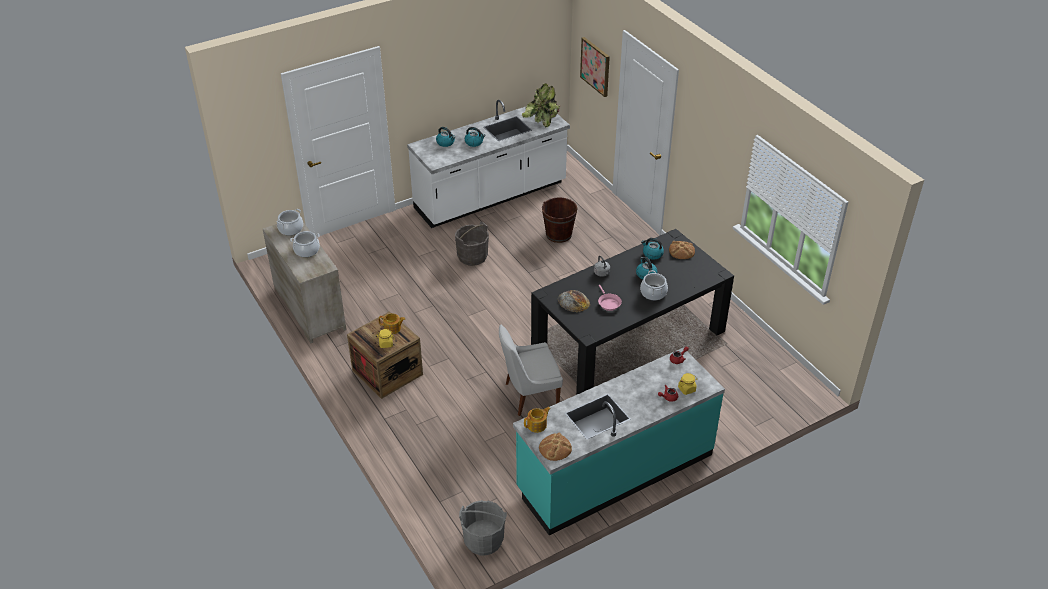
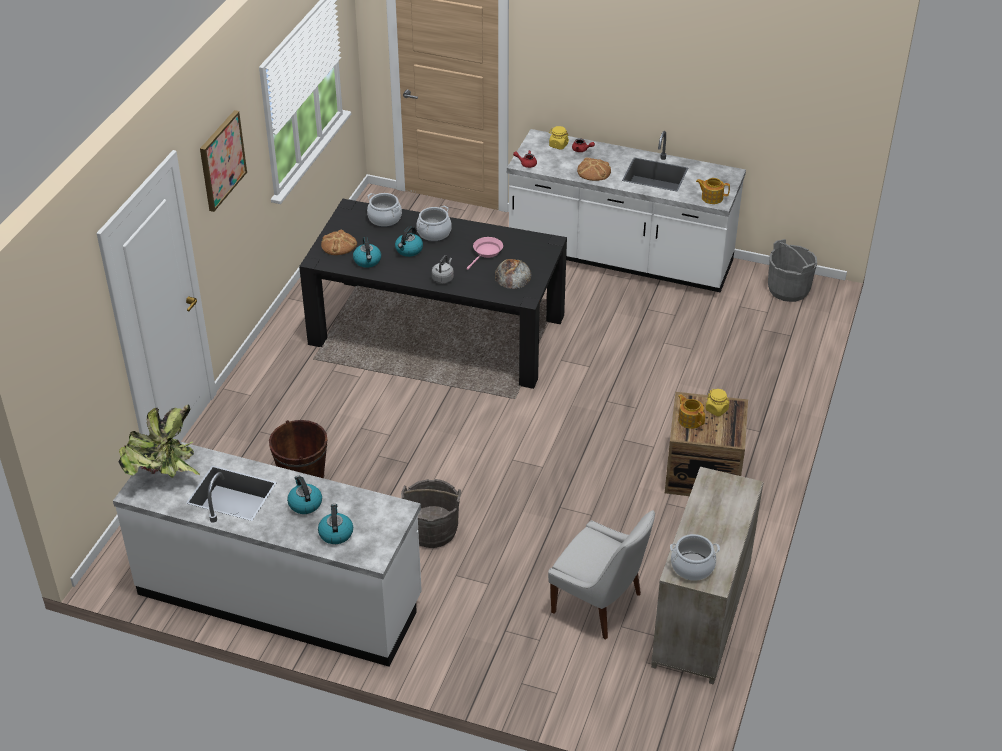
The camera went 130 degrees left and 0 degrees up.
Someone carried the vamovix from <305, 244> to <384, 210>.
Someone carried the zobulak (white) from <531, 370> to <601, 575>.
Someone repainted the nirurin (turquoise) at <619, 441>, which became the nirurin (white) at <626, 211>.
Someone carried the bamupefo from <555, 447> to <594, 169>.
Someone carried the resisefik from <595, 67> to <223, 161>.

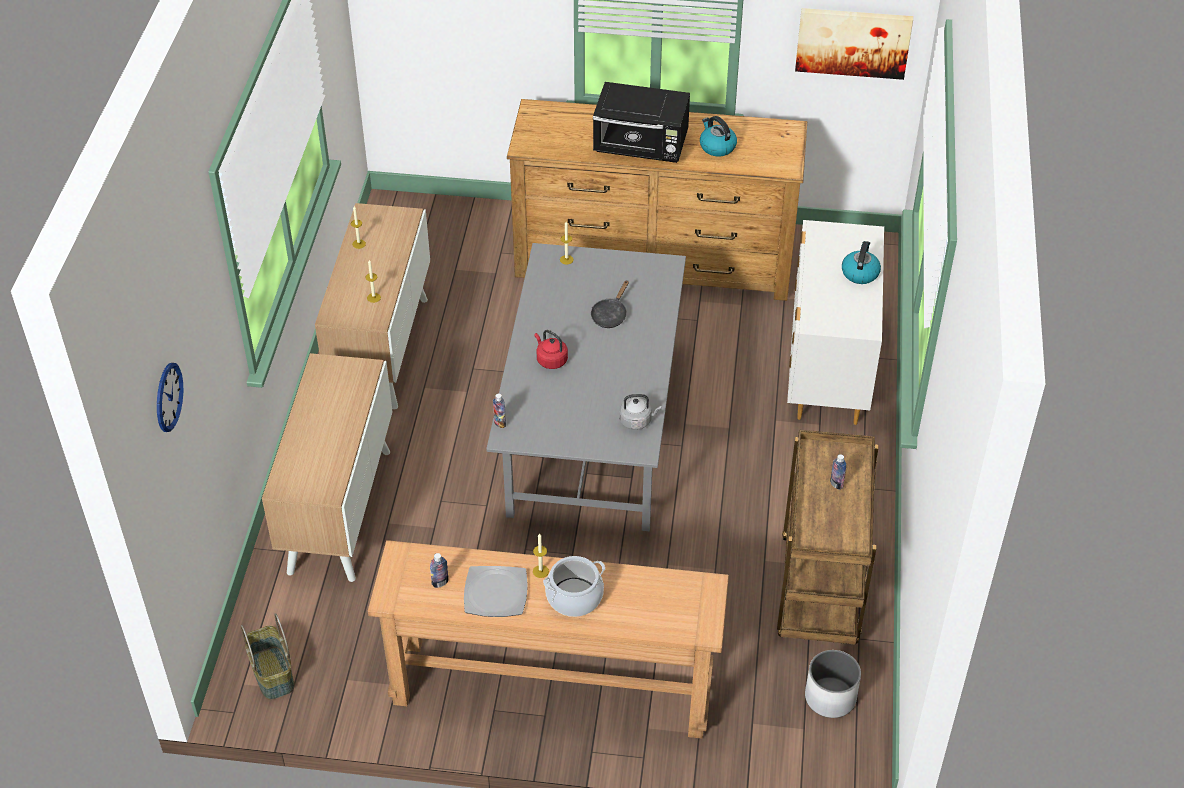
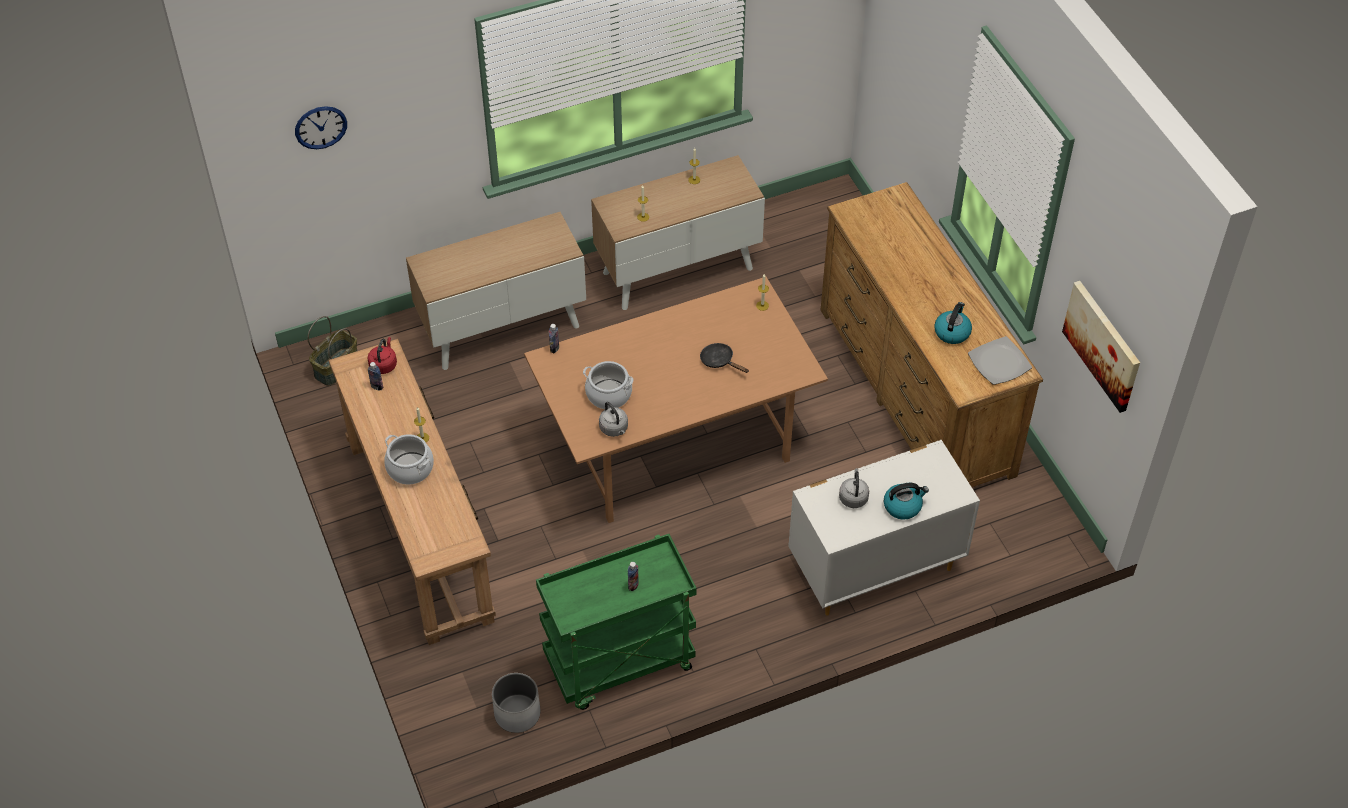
The camera went 60 degrees right and 5 degrees up.
Someone carried the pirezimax from <496, 591> to <1000, 360>.
Someone repainted the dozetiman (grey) at <586, 387>, which became the dozetiman (brown) at <676, 400>.
Someone carried the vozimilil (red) from <551, 349> to <382, 355>.
Someone rotated the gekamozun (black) at <610, 304> by 45 degrees clockwise.
Someone took away the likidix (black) at <641, 122>.
Someone repainted the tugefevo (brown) at <827, 537>, which became the tugefevo (green) at <616, 622>.
Someone put down the vamovix at <608, 385>.
Someone put down the vozimilil (grey) at <854, 488>.

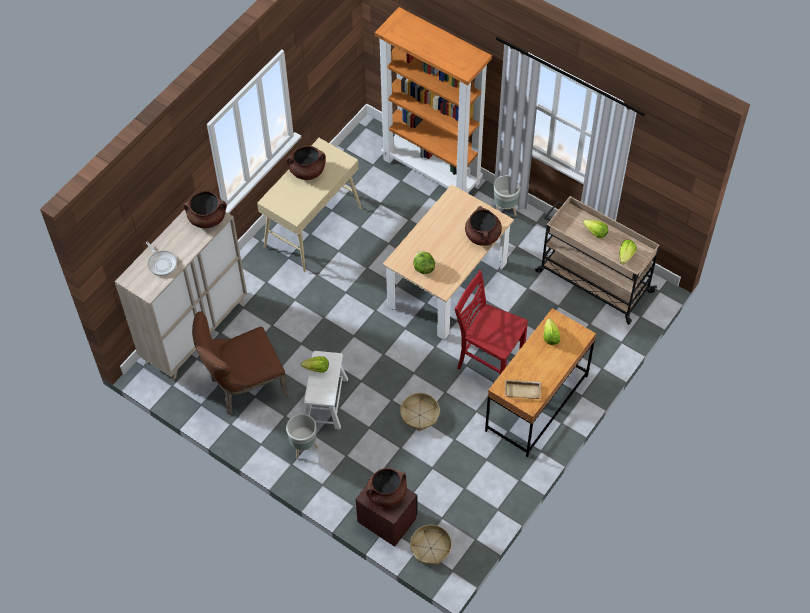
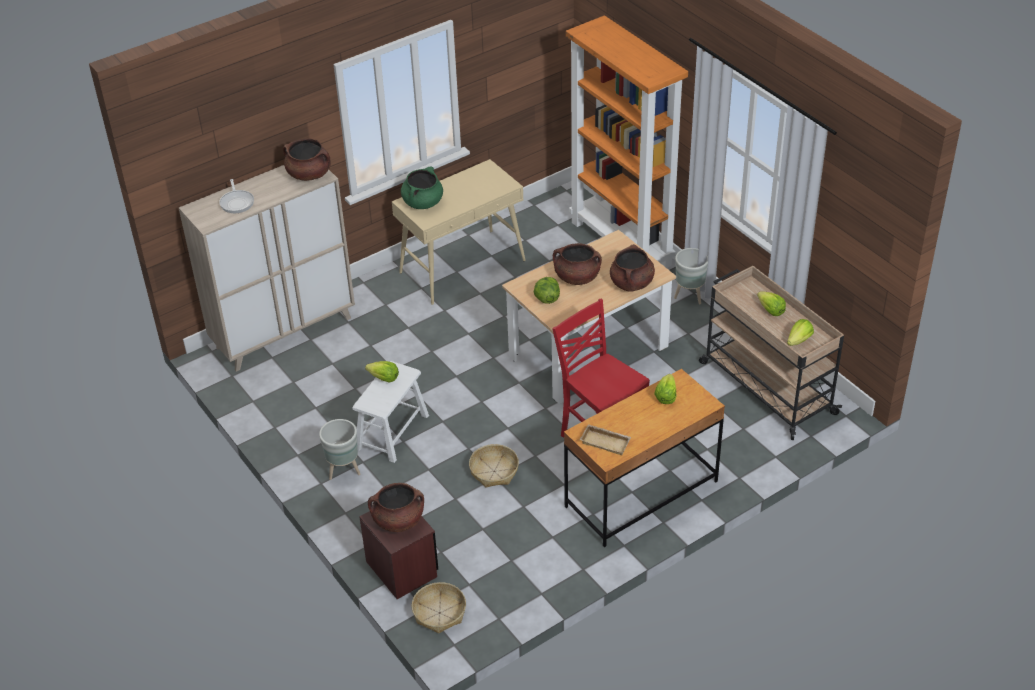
The camera went 20 degrees right and 15 degrees down.
Someone took away the zobulak (brown) at <240, 363>.
Someone carried the vamovix (brown) from <306, 163> to <577, 264>.
Someone put down the vamovix (green) at <422, 188>.

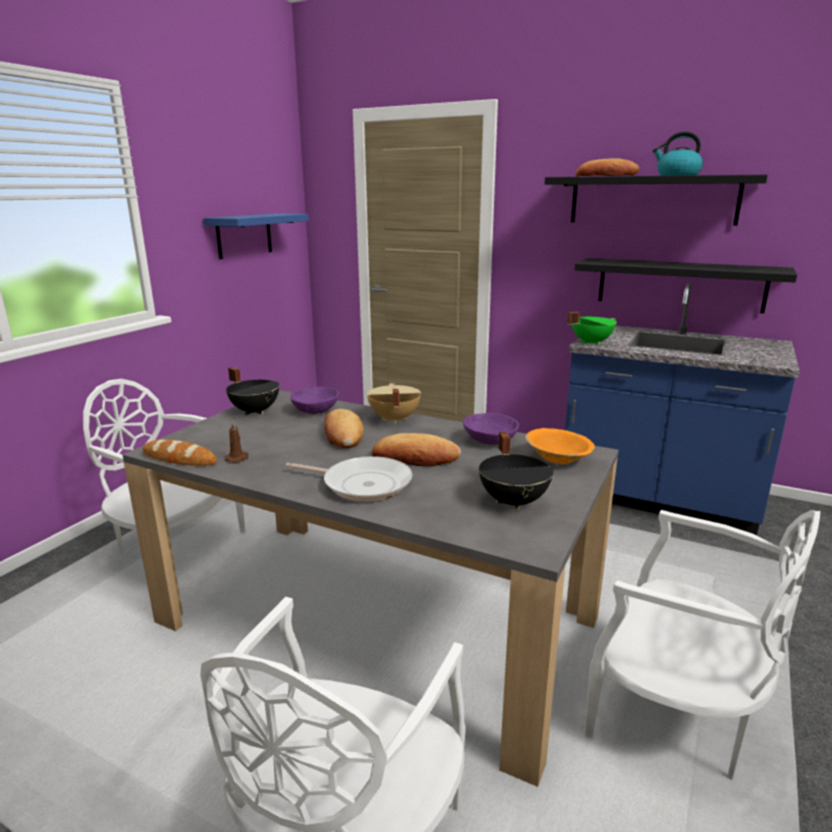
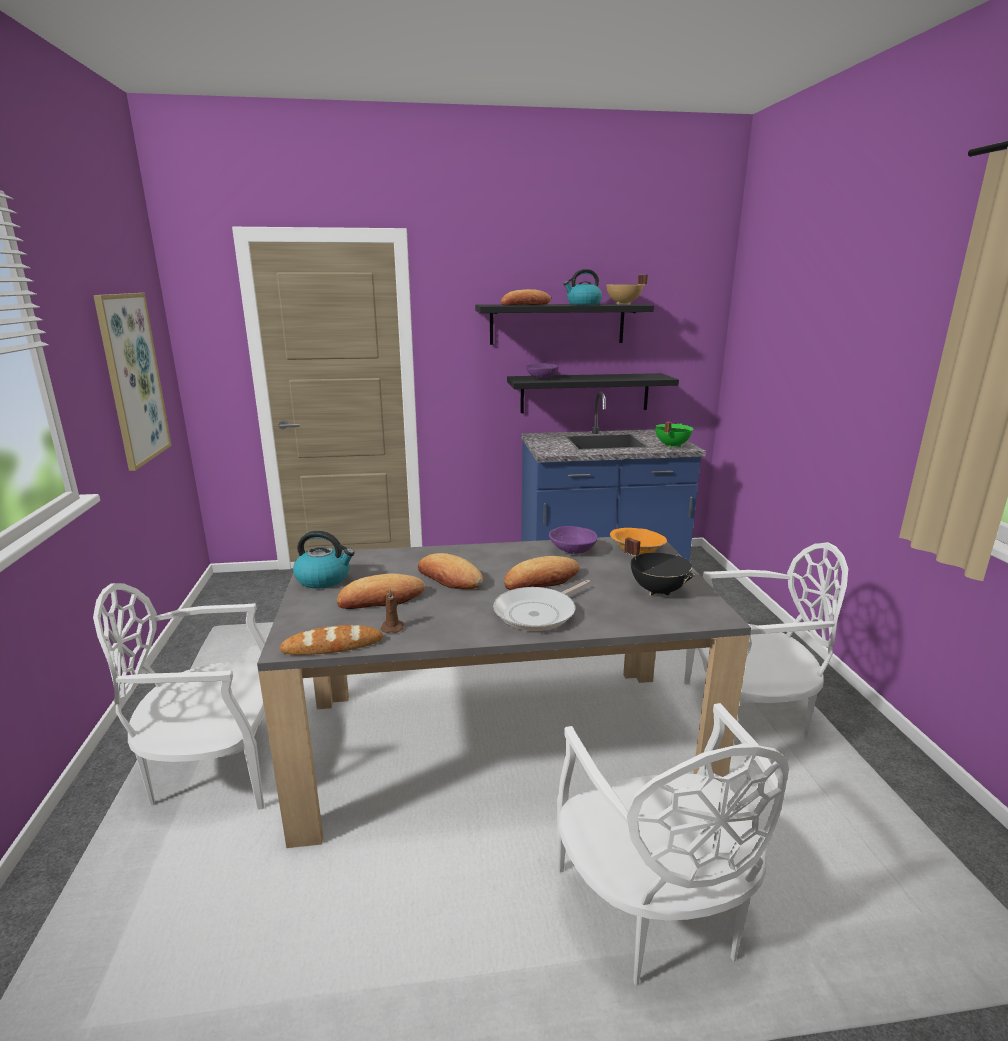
The camera went 35 degrees left and 0 degrees up.
Someone swapped the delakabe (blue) at <256, 236> for the resisefik at <132, 382>.
Someone swapped the vamovix (black) at <252, 391> for the vozimilil at <324, 559>.
Someone rotated the gekamozun at <349, 478> by 150 degrees clockwise.
Someone carried the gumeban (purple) from <314, 400> to <542, 371>.
Someone carried the vamovix (beige) from <394, 403> to <627, 290>.
Someone carried the vamovix (green) from <592, 328> to <674, 435>.
Someone put down the bamupefo at <381, 591>.

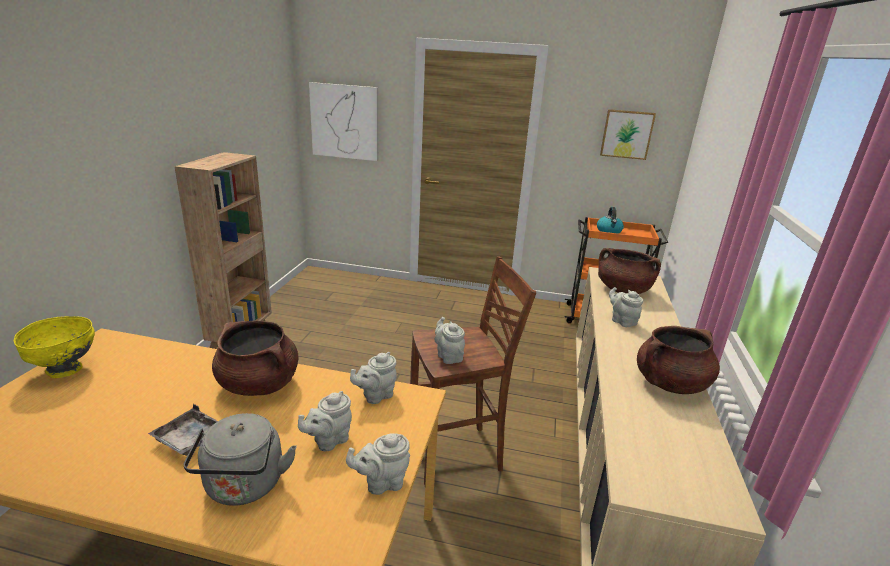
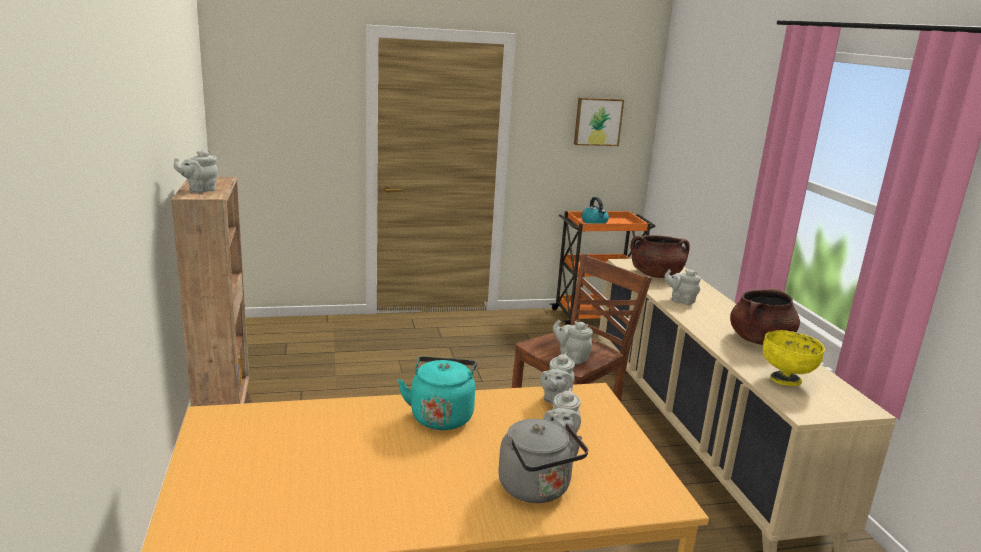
The camera went 25 degrees left and 5 degrees down.
Someone carried the gumeban (yellow) from <54, 347> to <794, 358>.
Someone took away the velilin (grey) at <183, 430>.
Someone swapped the vamovix (brown) at <255, 358> for the vozimilil (turquoise) at <437, 393>.
Someone took away the resisefik at <343, 121>.
Someone carried the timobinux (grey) from <378, 464> to <196, 171>.

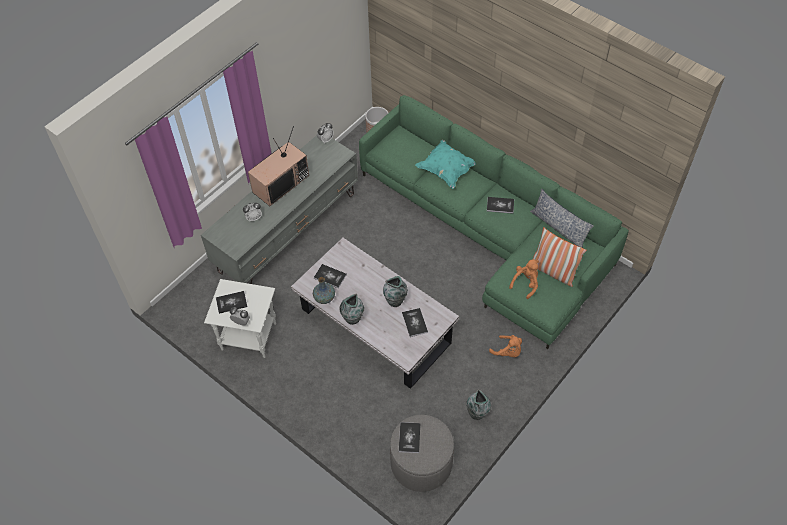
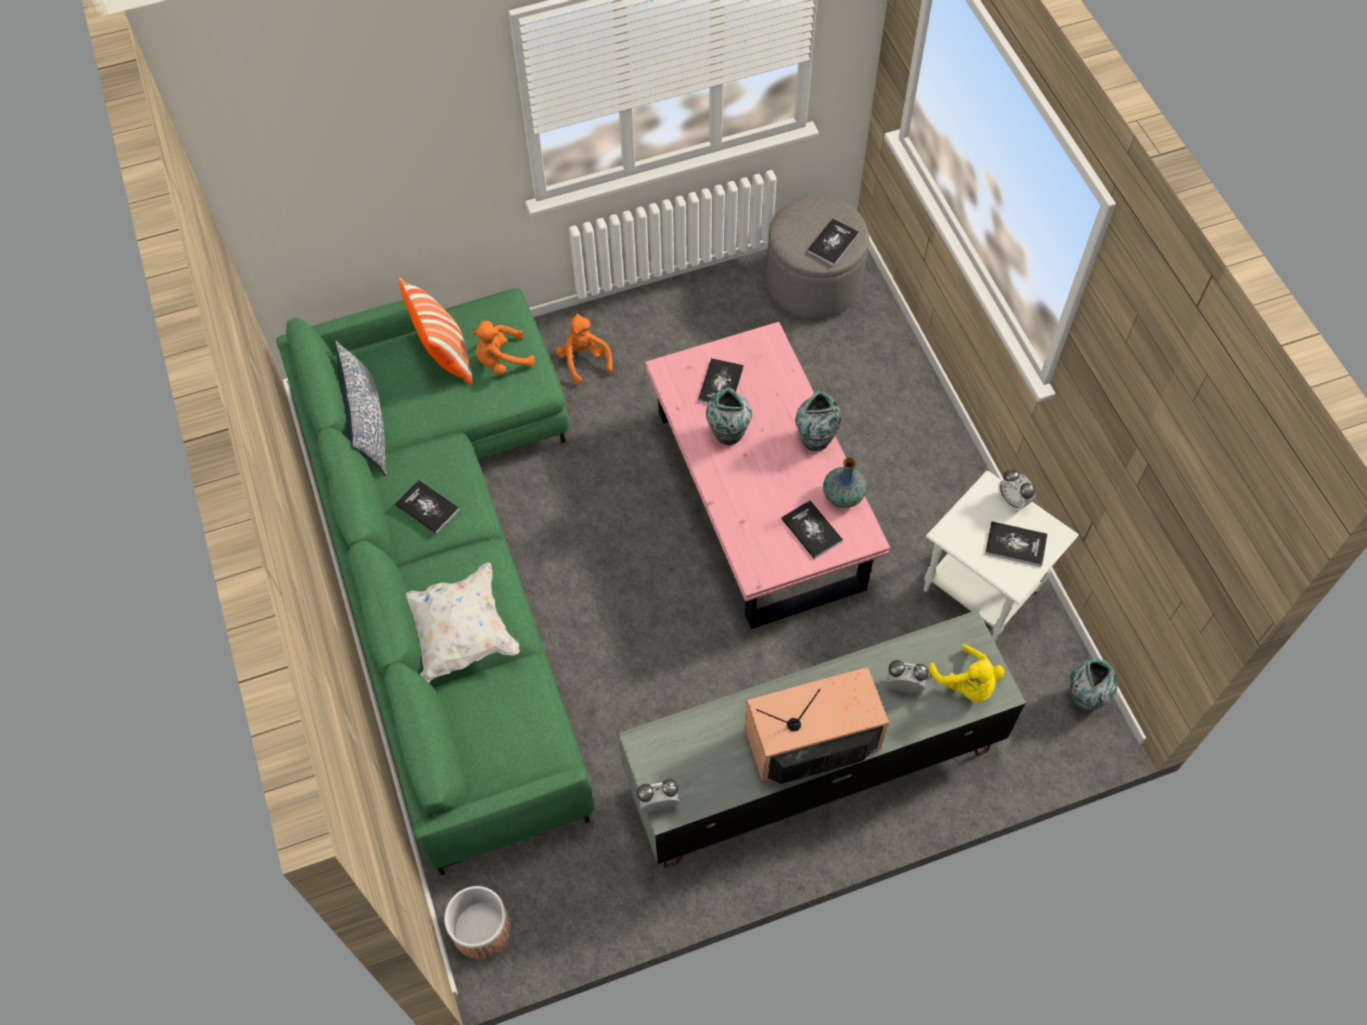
The camera went 150 degrees left and 5 degrees up.
Someone repainted the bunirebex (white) at <375, 313>, which became the bunirebex (pink) at <767, 475>.
Someone repainted the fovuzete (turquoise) at <445, 164>, which became the fovuzete (white) at <463, 623>.
Someone carried the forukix from <478, 404> to <1093, 685>.
Someone put down the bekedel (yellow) at <967, 673>.

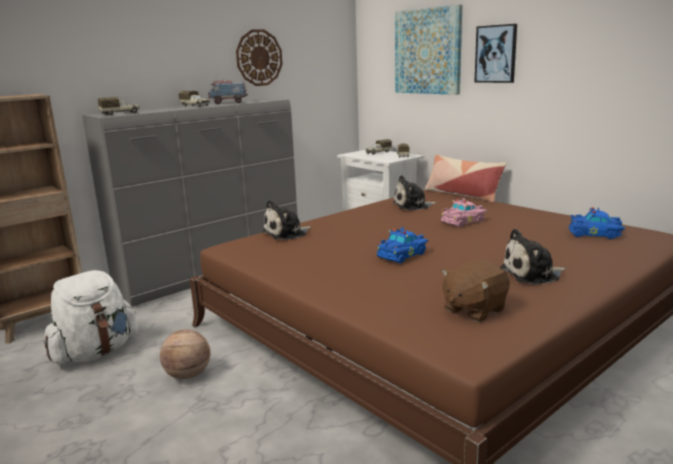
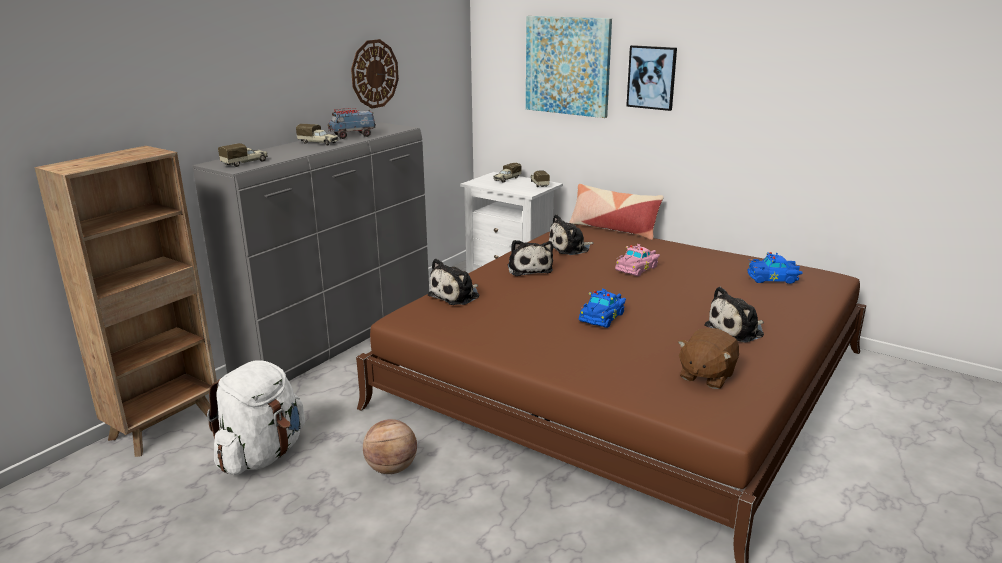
The camera went 15 degrees left and 5 degrees up.
Someone put down the bekedel at <530, 258>.

